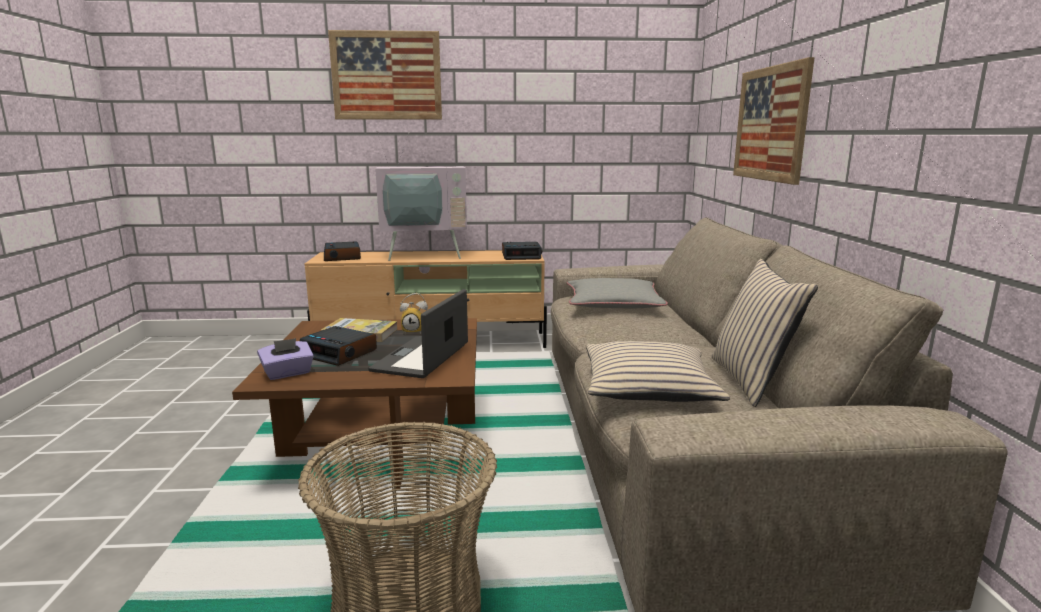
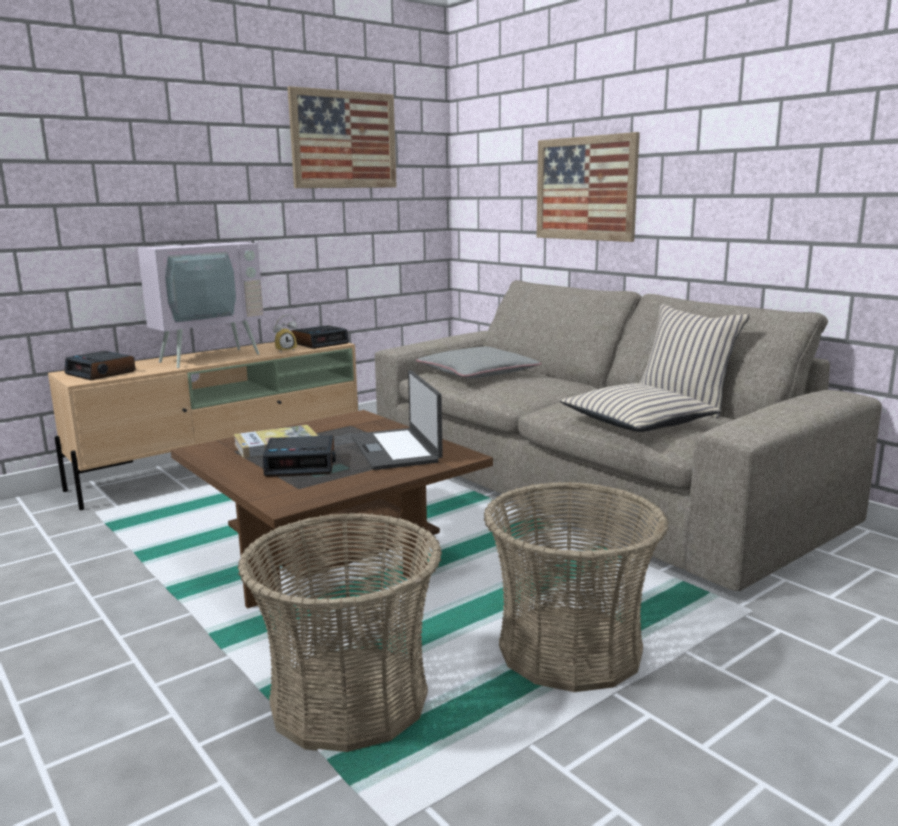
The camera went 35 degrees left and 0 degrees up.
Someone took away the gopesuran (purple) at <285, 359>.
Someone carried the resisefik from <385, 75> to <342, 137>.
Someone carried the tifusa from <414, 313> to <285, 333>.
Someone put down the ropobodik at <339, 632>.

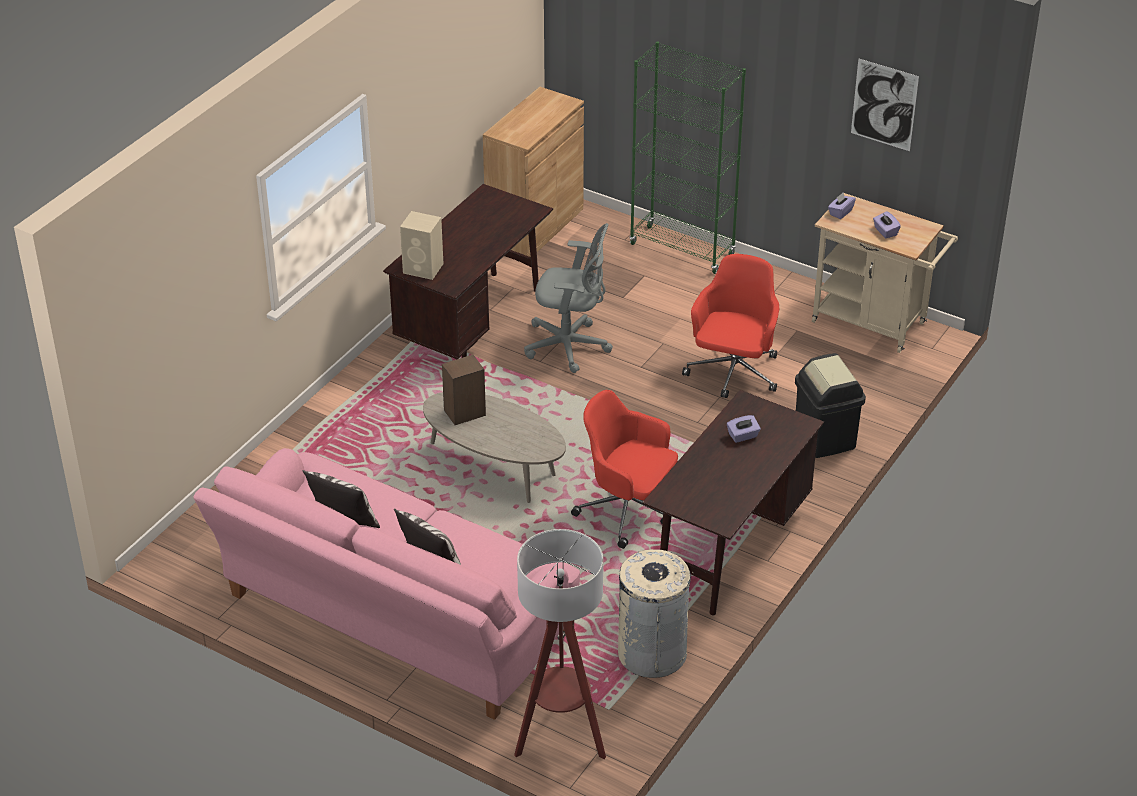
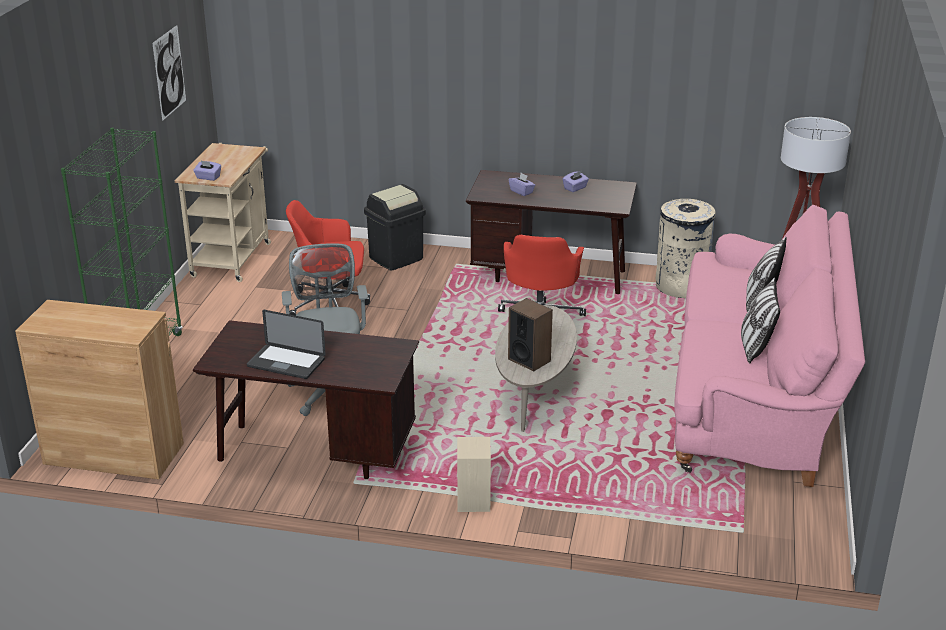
The camera went 110 degrees left and 10 degrees down.
Someone carried the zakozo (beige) from <421, 245> to <474, 474>.
Someone carried the gopesuran (purple) from <887, 224> to <576, 181>.
Someone put down the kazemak at <286, 344>.

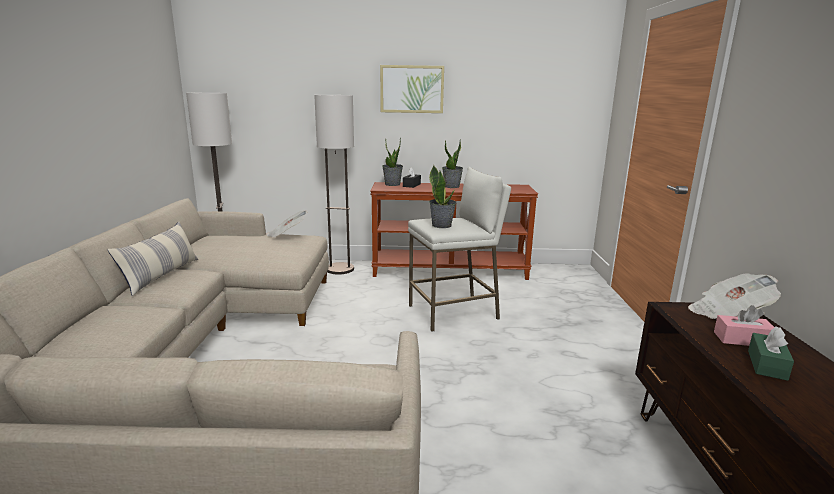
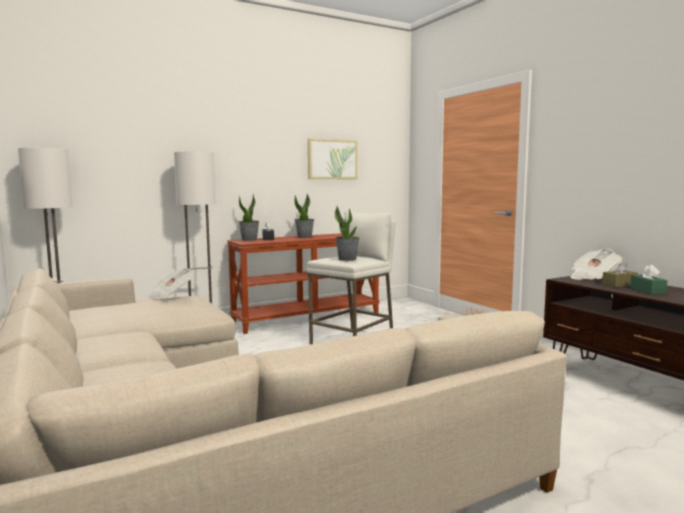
The camera went 30 degrees left and 10 degrees down.
Someone took away the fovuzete at <152, 259>.
Someone carried the resisefik from <412, 89> to <332, 158>.
Someone repainted the gopesuran (pink) at <744, 325>, which became the gopesuran (brown) at <620, 273>.

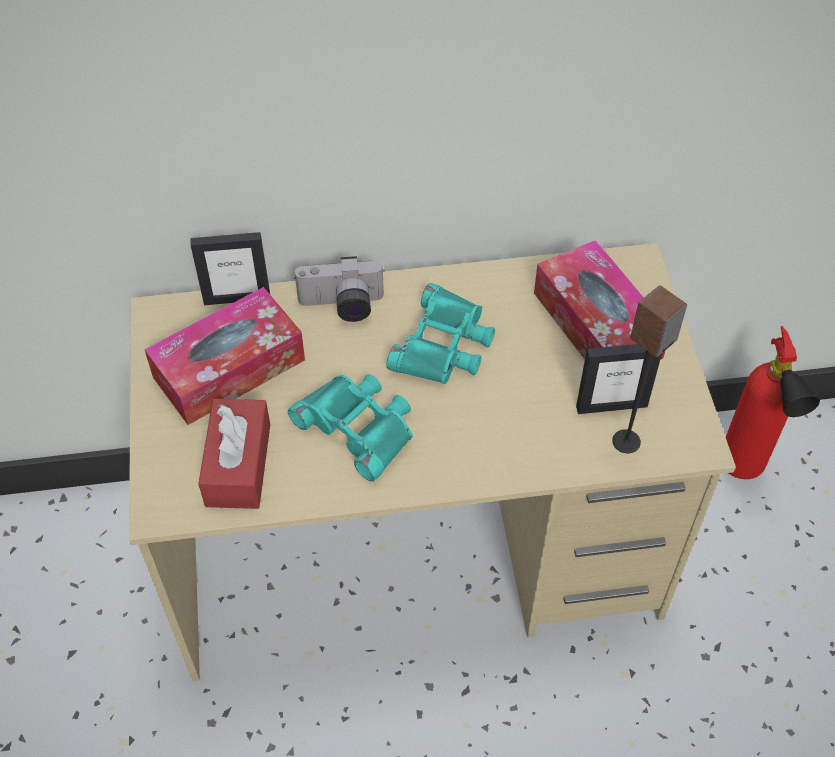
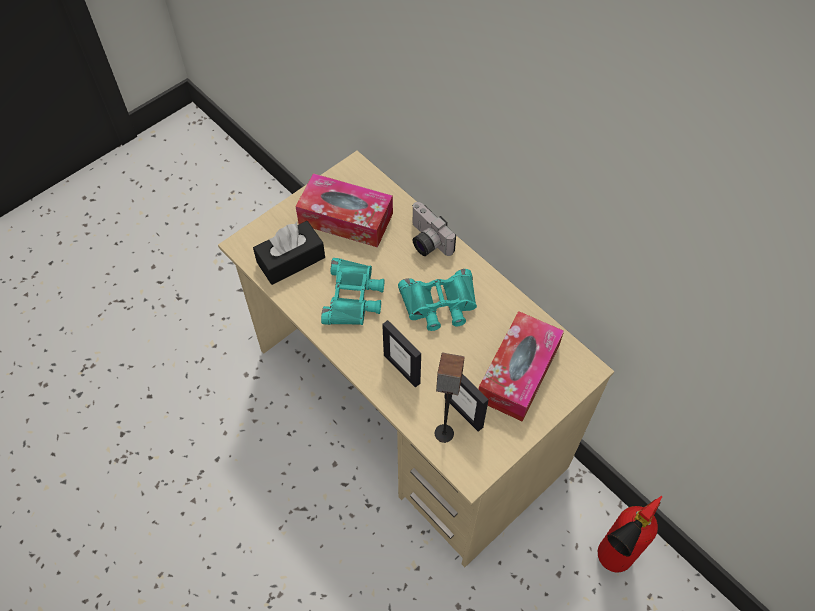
The camera went 55 degrees right and 5 degrees up.
Someone carried the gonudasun from <230, 268> to <401, 354>.
Someone repainted the gopesuran (red) at <234, 454>, which became the gopesuran (black) at <289, 253>.

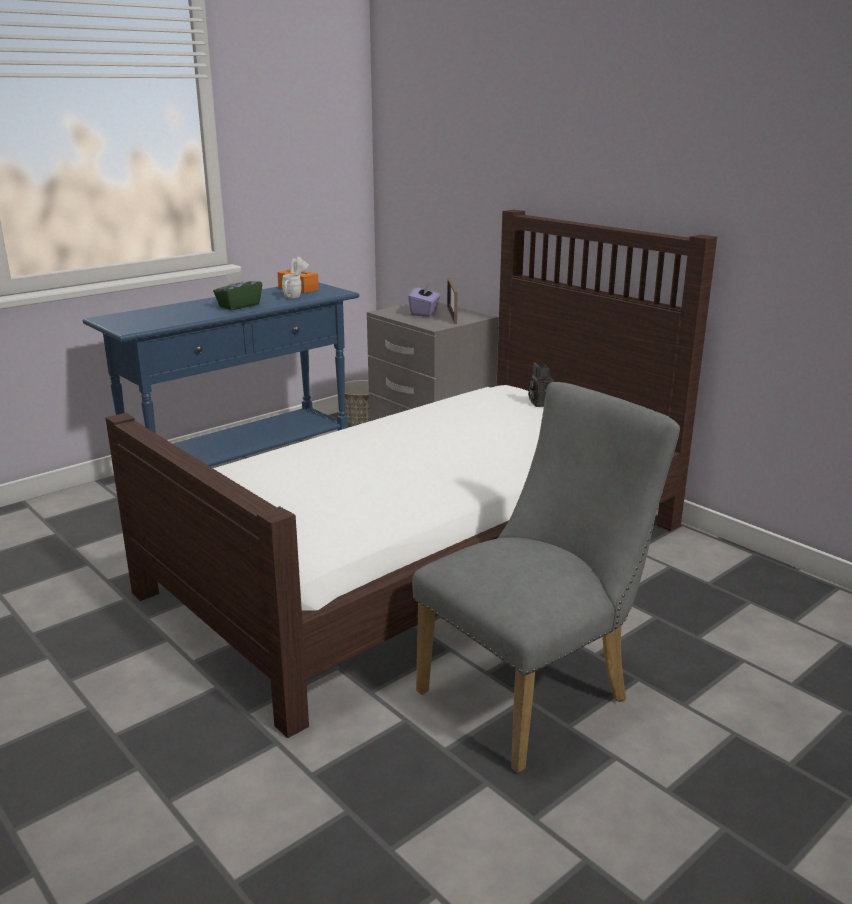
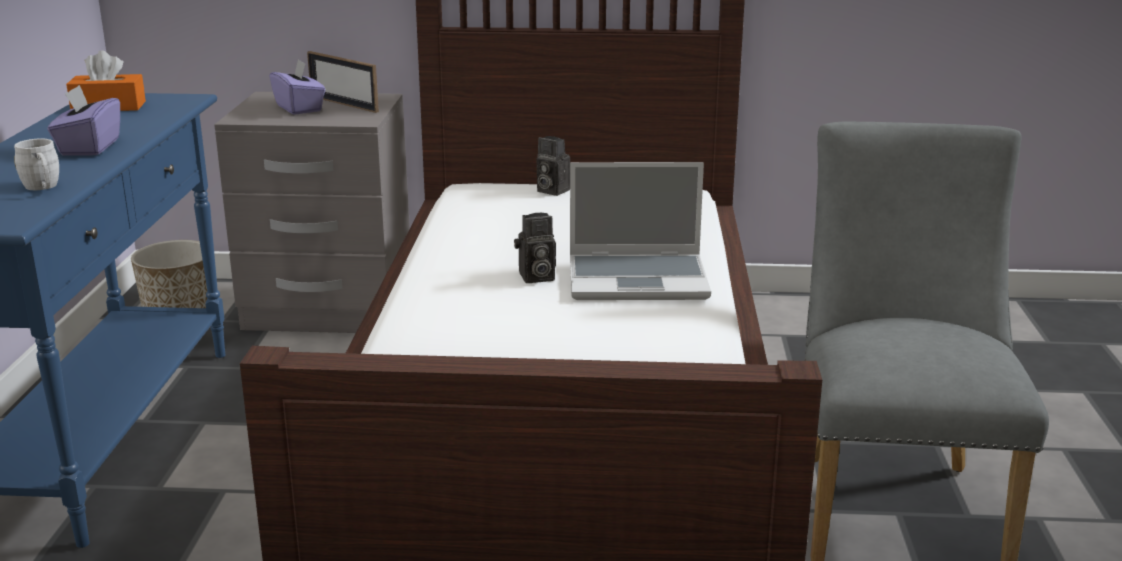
The camera went 45 degrees left and 0 degrees up.
Someone repainted the gopesuran (green) at <237, 290>, which became the gopesuran (purple) at <83, 120>.
Someone carried the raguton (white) from <292, 286> to <36, 164>.
Someone put down the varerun at <535, 248>.
Someone put down the kazemak at <640, 231>.

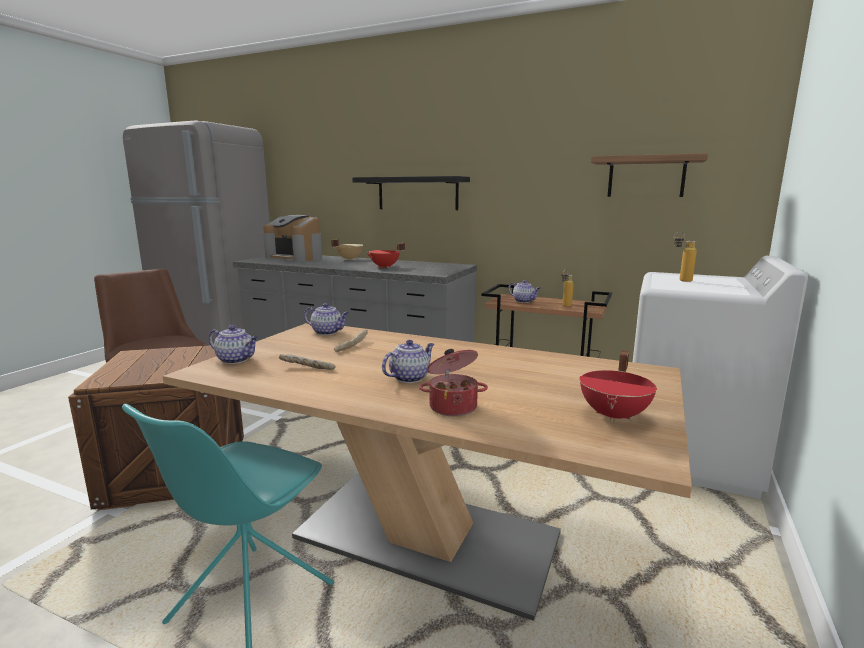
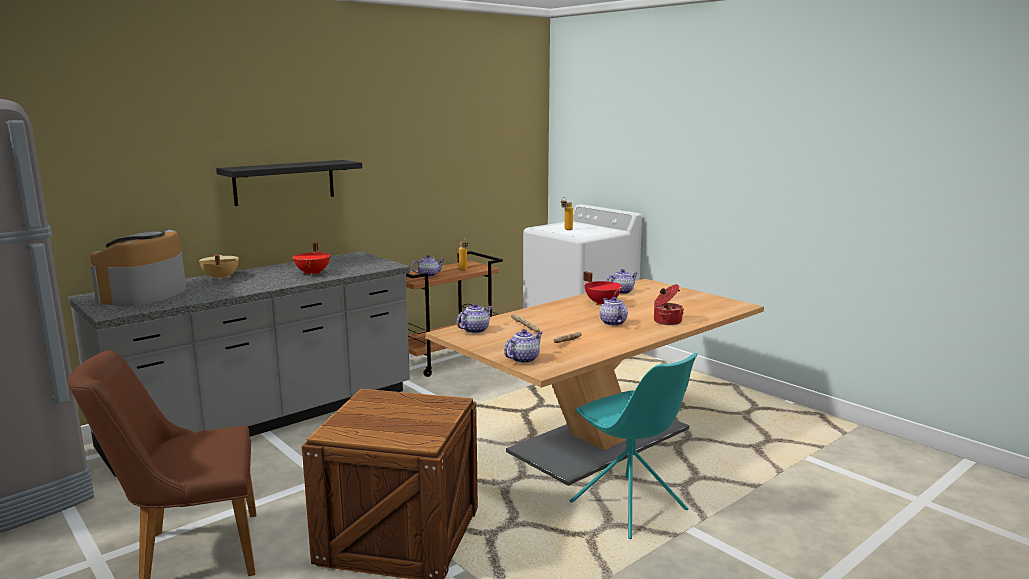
The camera went 65 degrees left and 0 degrees up.
Someone rotated the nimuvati at <292, 238> by 135 degrees clockwise.
Someone carried the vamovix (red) from <618, 386> to <602, 288>.
Someone took away the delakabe at <649, 175>.
Someone put down the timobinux at <622, 281>.

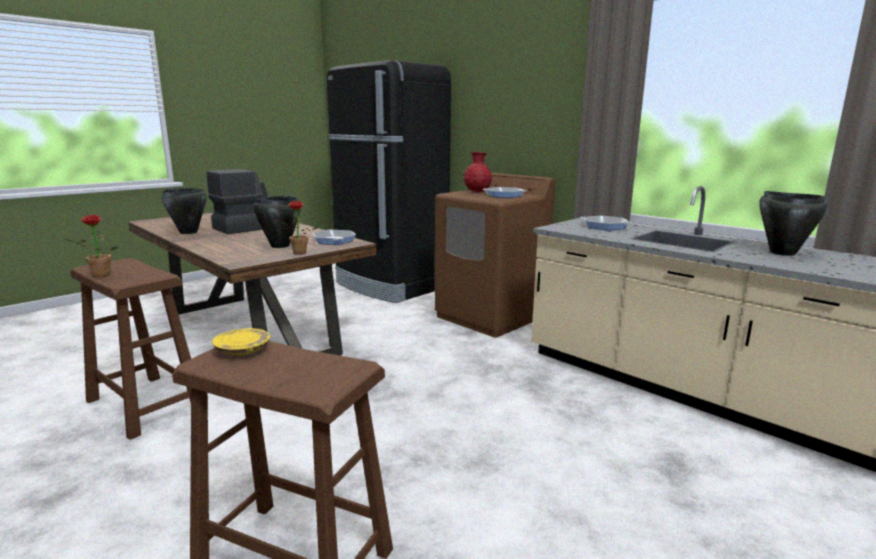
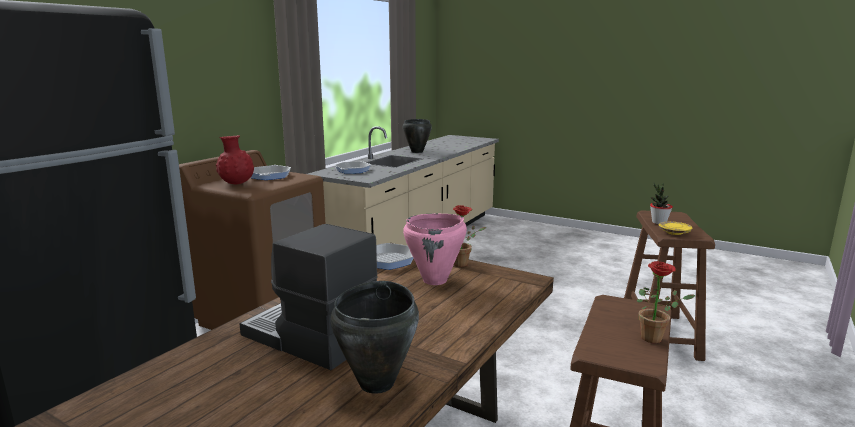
The camera went 105 degrees left and 0 degrees up.
Someone repainted the vamovix (black) at <276, 222>, which became the vamovix (pink) at <435, 249>.
Someone put down the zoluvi at <661, 203>.

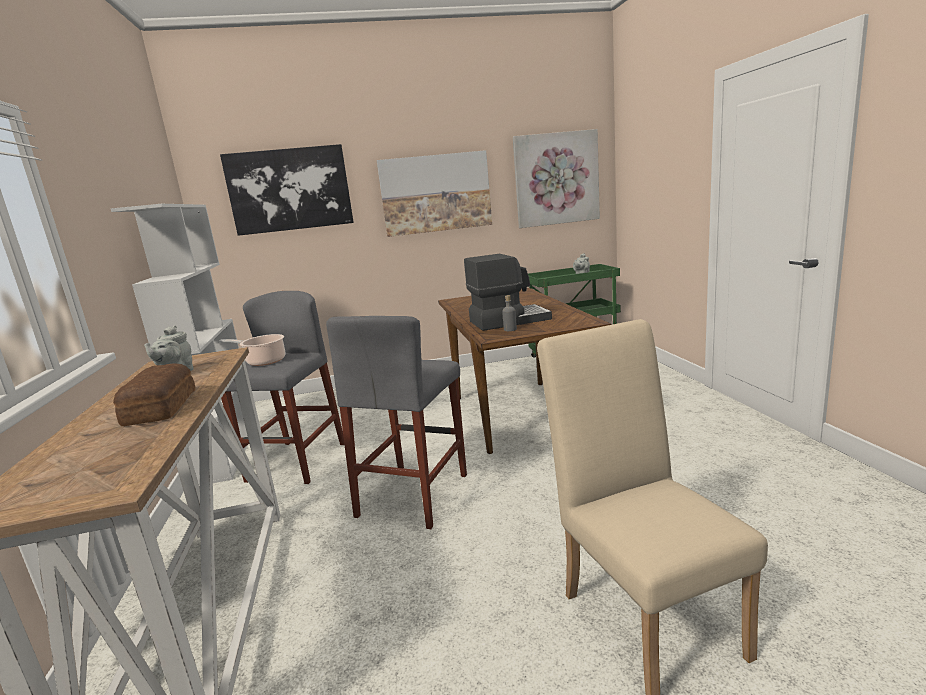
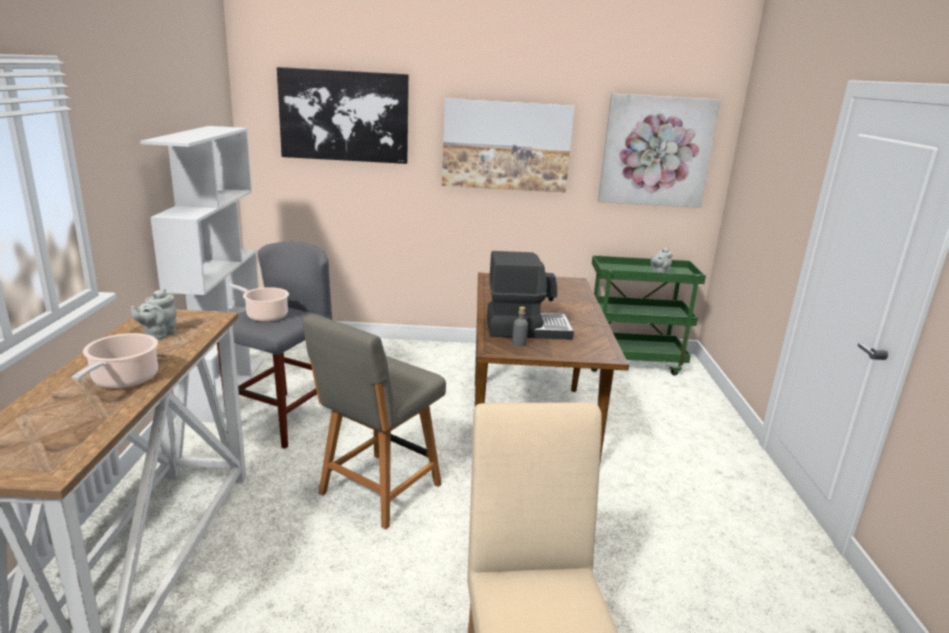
The camera went 10 degrees right and 5 degrees up.
Someone swapped the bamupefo at <154, 394> for the vamovix at <115, 361>.
Someone swapped the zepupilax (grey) at <396, 422> for the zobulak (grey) at <374, 421>.

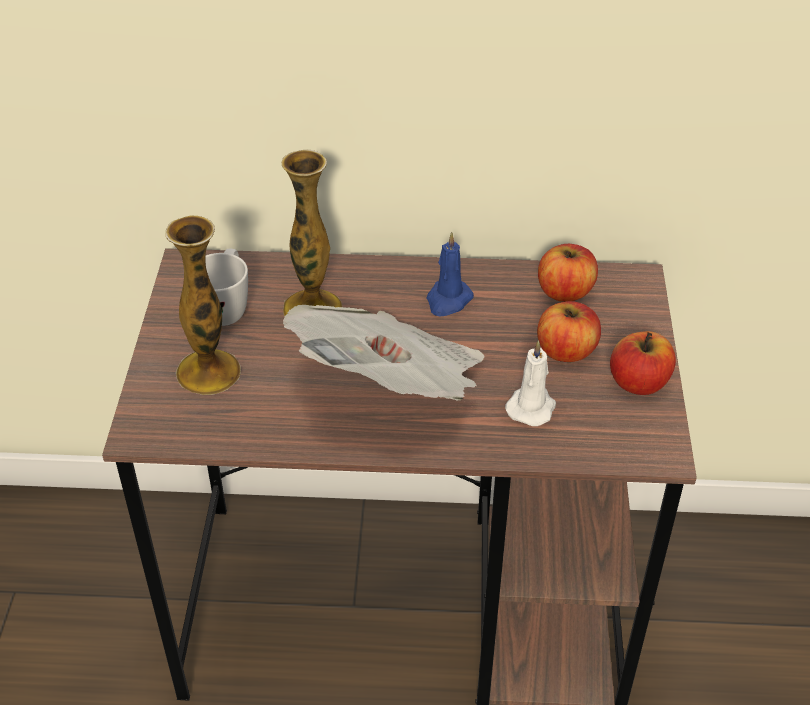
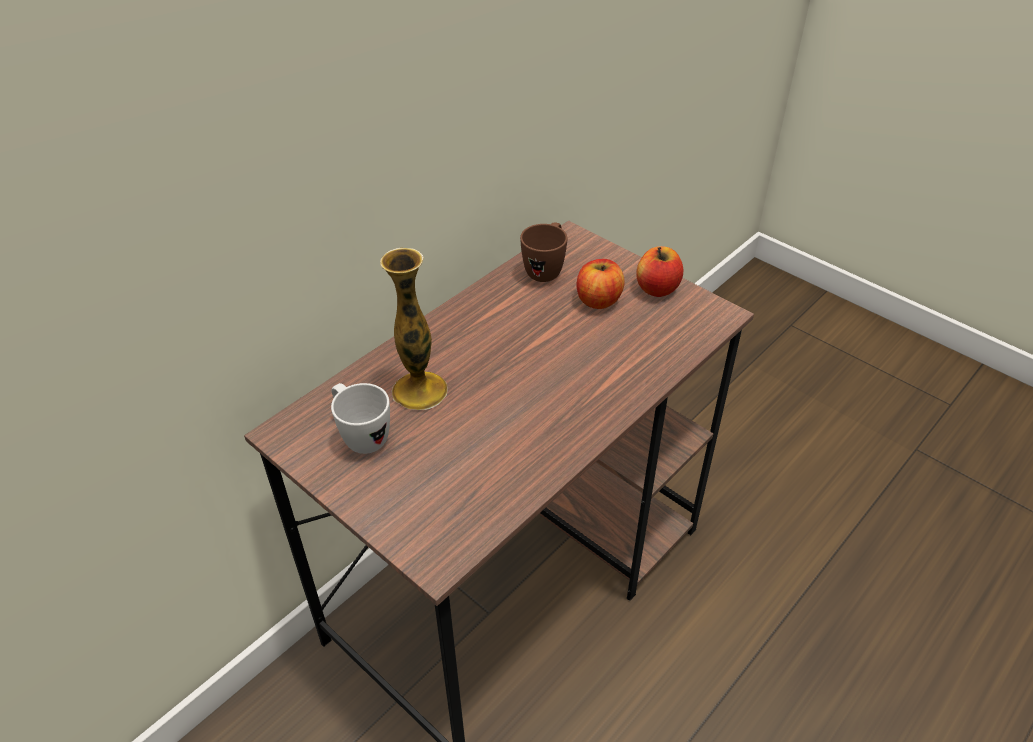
The camera went 50 degrees left and 0 degrees up.
Someone took away the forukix at <203, 305>.
Someone took away the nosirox at <383, 353>.
Someone took away the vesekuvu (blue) at <450, 274>.
Someone took away the vesekuvu (white) at <530, 383>.
Someone swapped the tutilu at <568, 273> for the raguton (brown) at <544, 252>.

